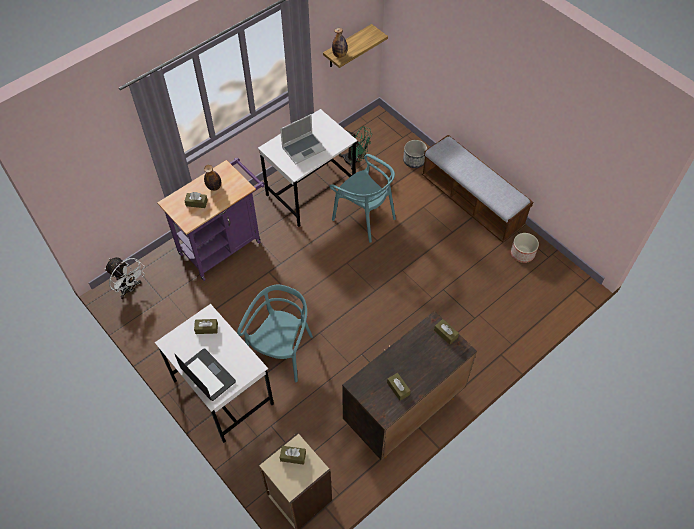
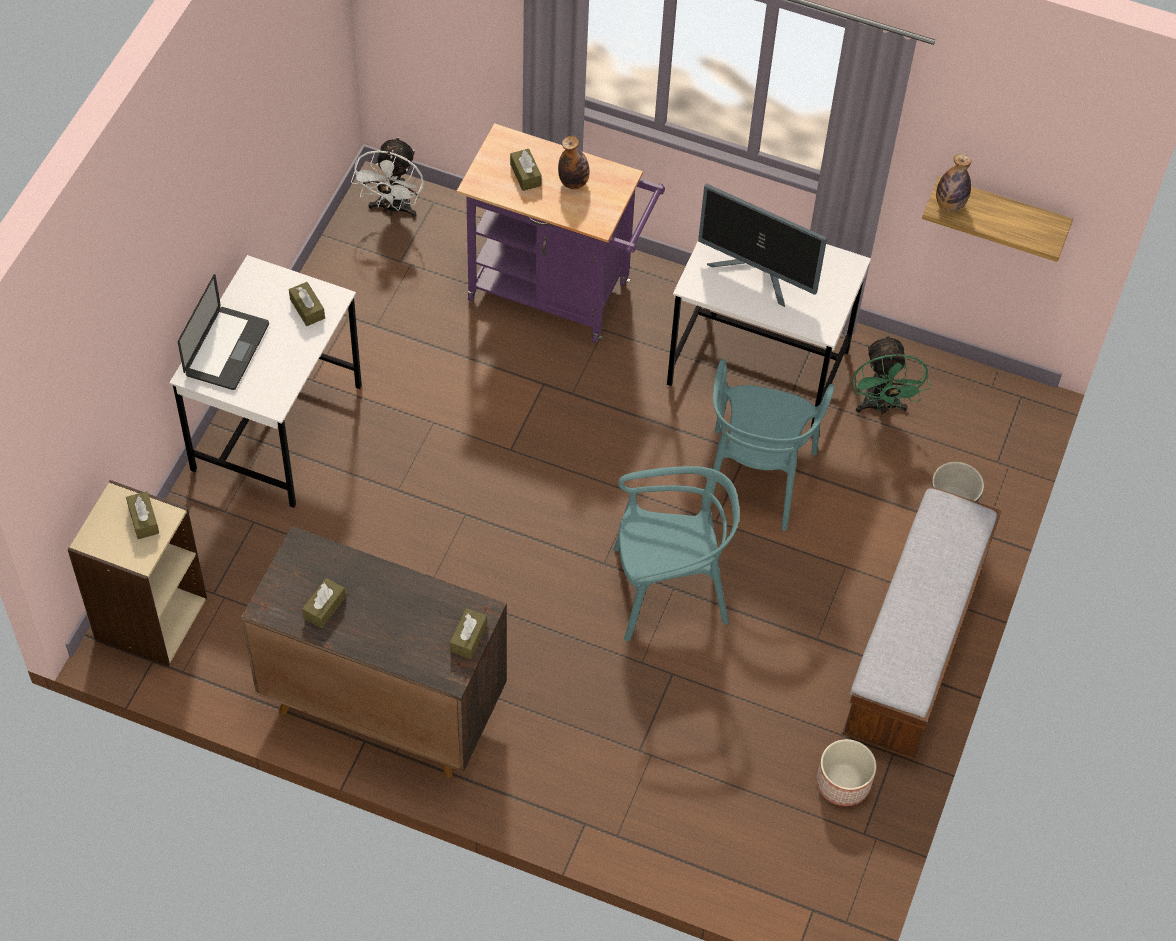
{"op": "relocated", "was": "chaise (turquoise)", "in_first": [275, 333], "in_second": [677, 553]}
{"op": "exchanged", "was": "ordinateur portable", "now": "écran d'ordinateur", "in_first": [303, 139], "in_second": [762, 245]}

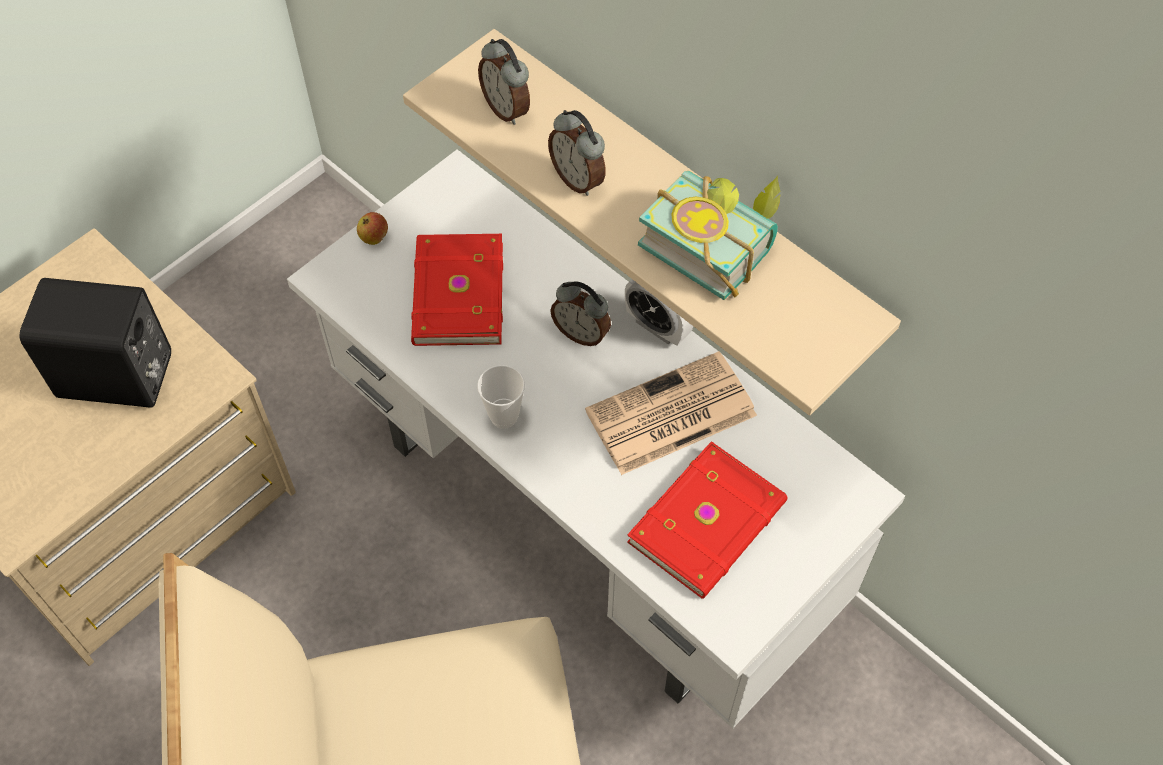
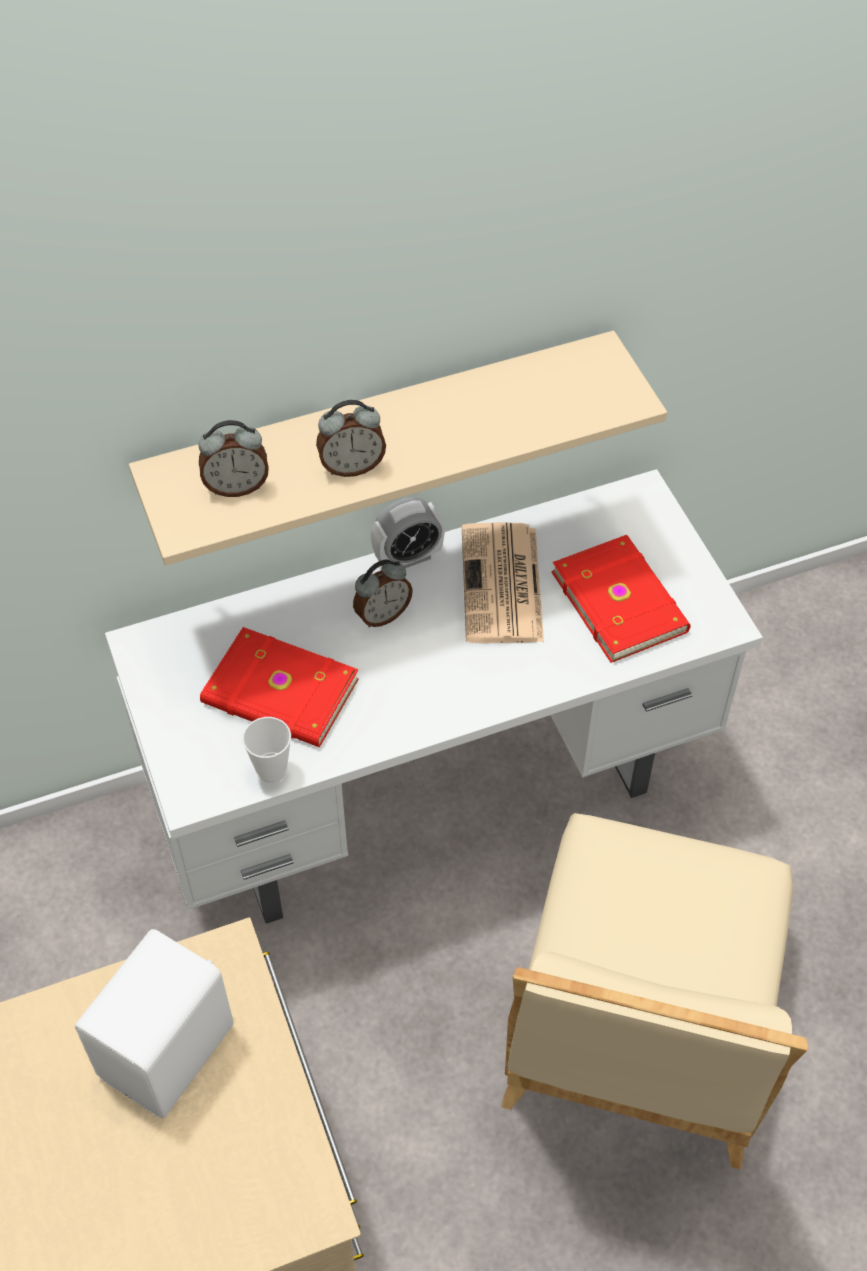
{"op": "colour", "was": "enceinte (noir)", "now": "enceinte (blanc)", "in_first": [95, 343], "in_second": [154, 1023]}
{"op": "relocated", "was": "tasse", "in_first": [501, 397], "in_second": [266, 750]}
{"op": "missing", "was": "pomme", "in_first": [372, 228]}
{"op": "missing", "was": "livre", "in_first": [709, 235]}

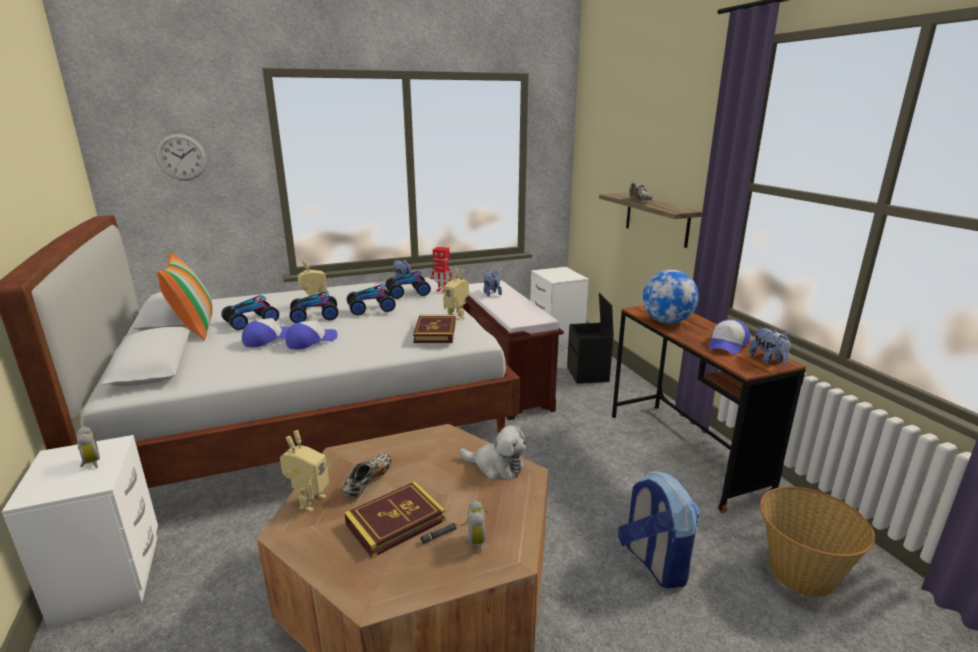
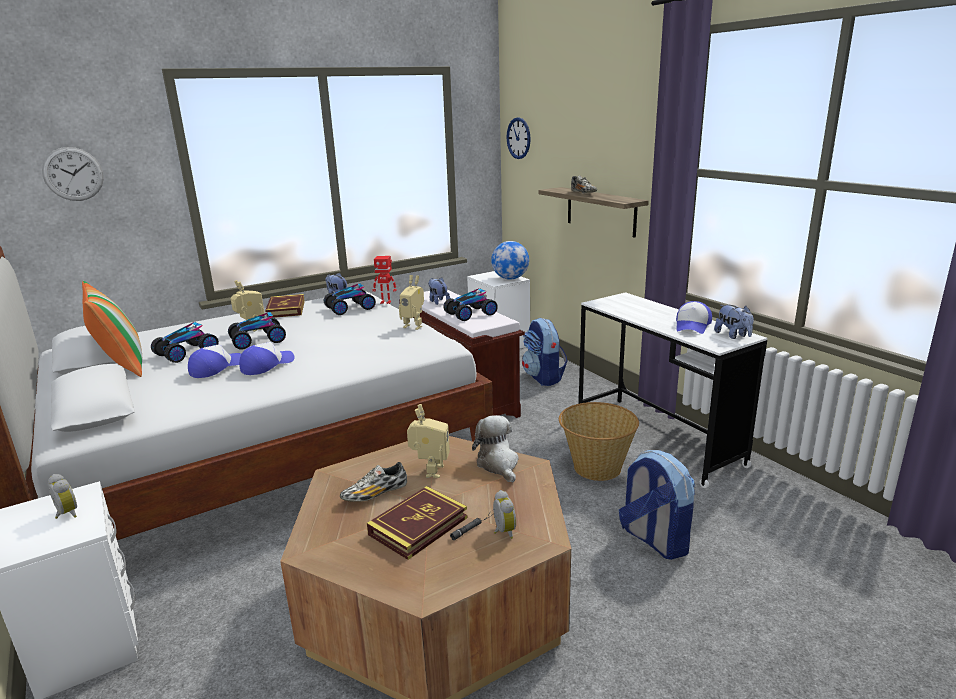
{"op": "relocated", "was": "livre", "in_first": [434, 329], "in_second": [285, 306]}
{"op": "spun", "was": "chaussure", "in_first": [367, 476], "in_second": [373, 482], "clockwise": -135}
{"op": "relocated", "was": "robot jouet", "in_first": [304, 471], "in_second": [428, 441]}
{"op": "relocated", "was": "petite voiture", "in_first": [371, 300], "in_second": [470, 305]}
{"op": "spun", "was": "peluche", "in_first": [492, 452], "in_second": [495, 449], "clockwise": -120}
{"op": "relocated", "was": "globe", "in_first": [670, 297], "in_second": [510, 260]}
{"op": "appeared", "now": "horloge murale", "in_second": [519, 138]}
{"op": "exchanged", "was": "boîte de rangement (noir)", "now": "sac à dos", "in_first": [590, 338], "in_second": [545, 352]}
{"op": "relocated", "was": "panier", "in_first": [817, 542], "in_second": [599, 441]}
{"op": "colour", "was": "bureau (marron)", "now": "bureau (blanc)", "in_first": [709, 409], "in_second": [673, 390]}

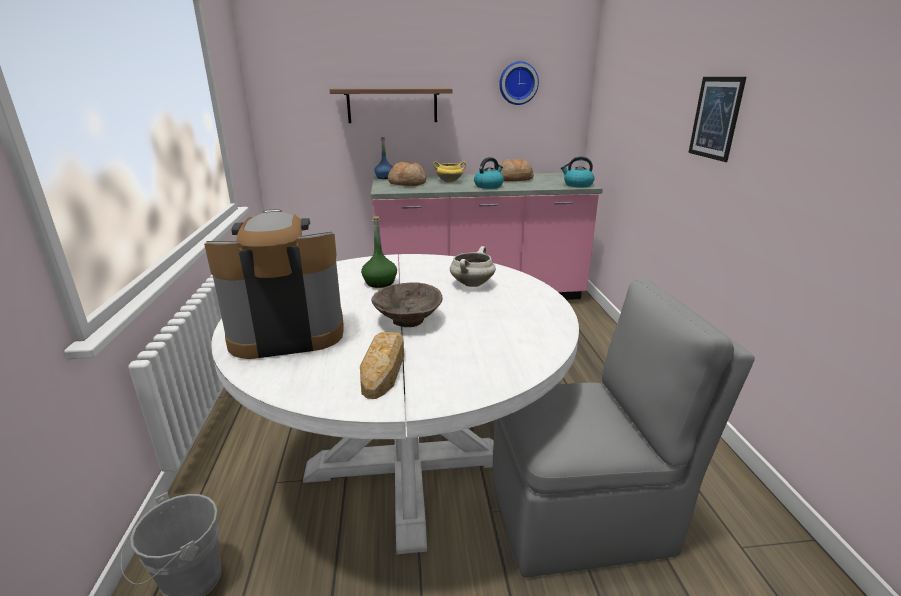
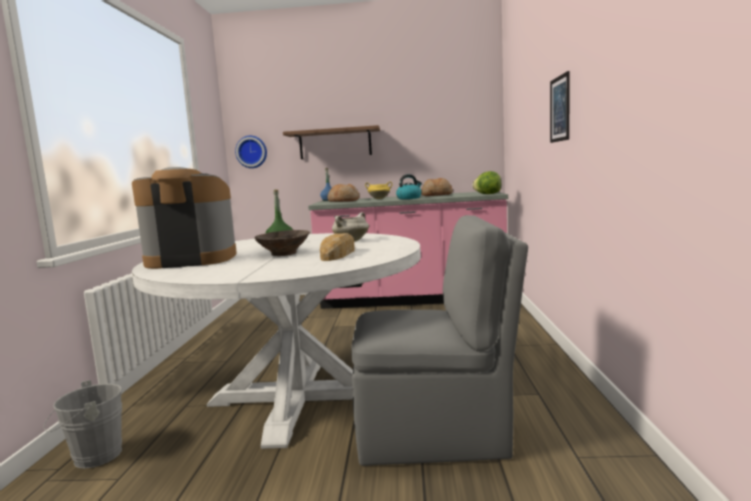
{"op": "relocated", "was": "horloge murale", "in_first": [519, 83], "in_second": [251, 152]}
{"op": "relocated", "was": "pain", "in_first": [382, 365], "in_second": [337, 247]}
{"op": "exchanged", "was": "bouilloire", "now": "laitue", "in_first": [577, 171], "in_second": [486, 182]}

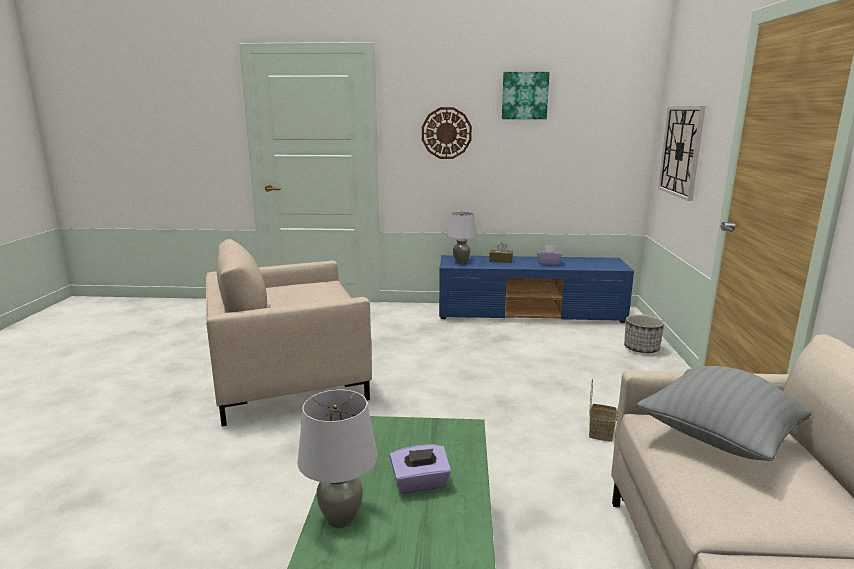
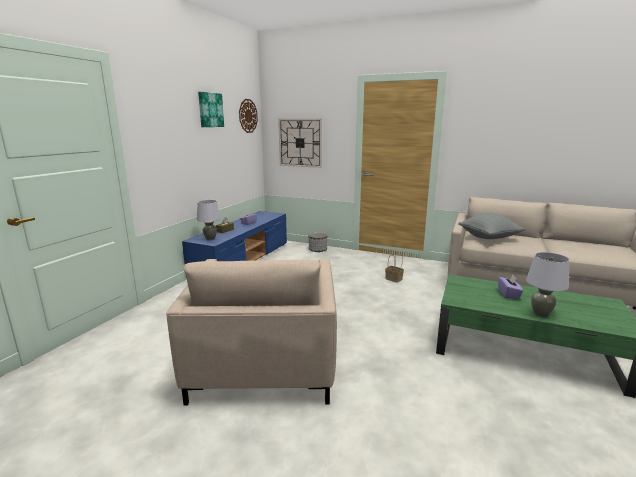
{"op": "relocated", "was": "horloge murale", "in_first": [447, 133], "in_second": [248, 116]}

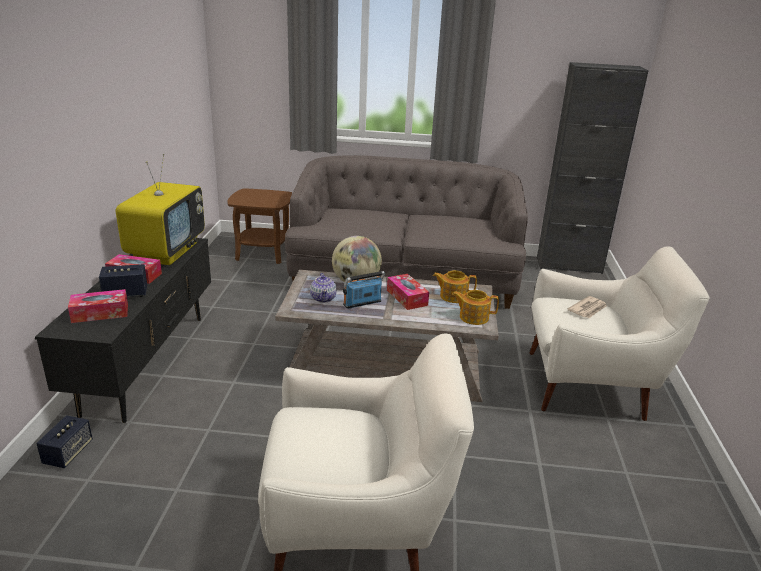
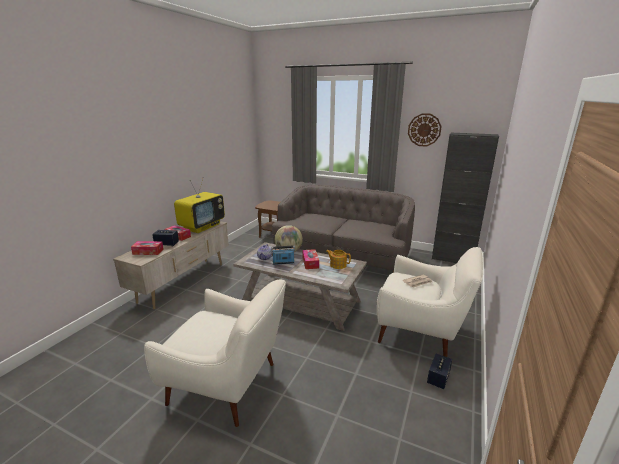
{"op": "colour", "was": "meuble télé (noir)", "now": "meuble télé (beige)", "in_first": [123, 330], "in_second": [171, 265]}
{"op": "appeared", "now": "horloge murale", "in_second": [425, 130]}
{"op": "relocated", "was": "enceinte", "in_first": [64, 441], "in_second": [439, 371]}
{"op": "missing", "was": "théière", "in_first": [475, 307]}

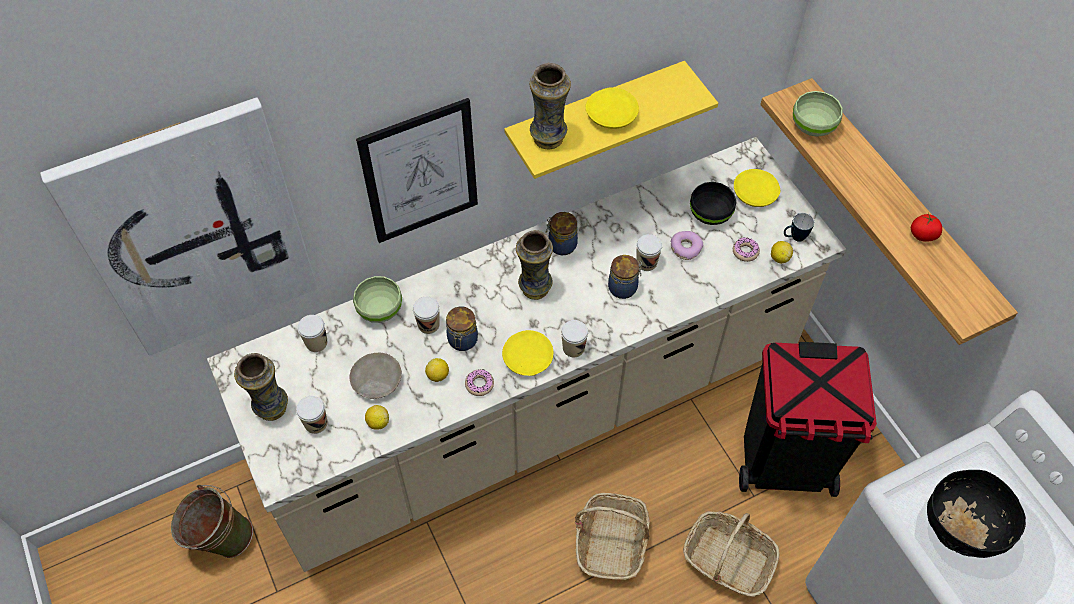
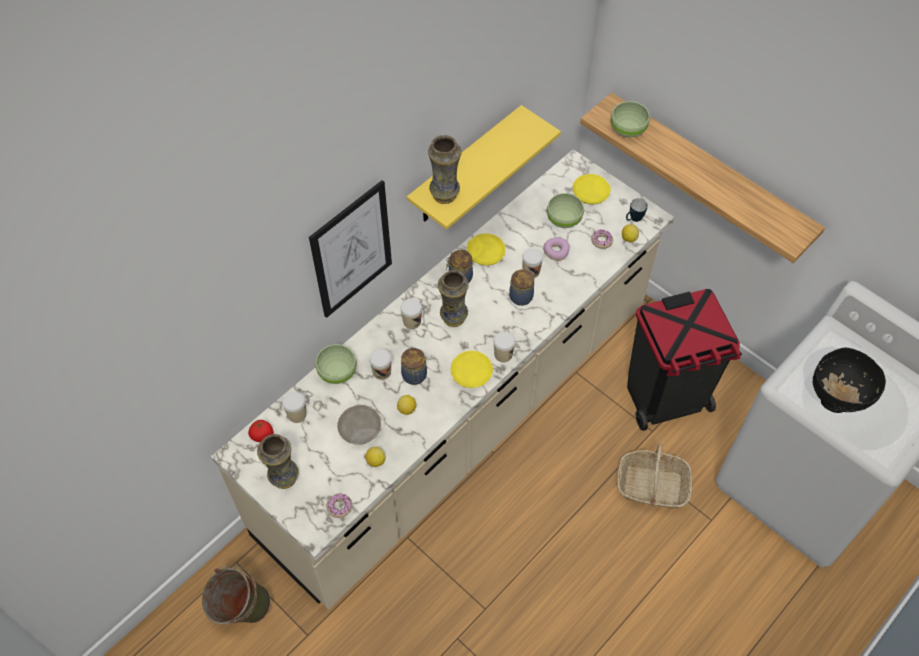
{"op": "relocated", "was": "tomate", "in_first": [926, 227], "in_second": [261, 430]}
{"op": "relocated", "was": "beignet", "in_first": [479, 382], "in_second": [339, 505]}
{"op": "relocated", "was": "tasse", "in_first": [311, 415], "in_second": [411, 314]}
{"op": "relocated", "was": "assiette (jaune)", "in_first": [612, 108], "in_second": [486, 249]}
{"op": "colour", "was": "bol (noir)", "now": "bol (vert)", "in_first": [713, 203], "in_second": [565, 210]}
{"op": "missing", "was": "tableau", "in_first": [179, 226]}
{"op": "missing", "was": "panier", "in_first": [612, 536]}

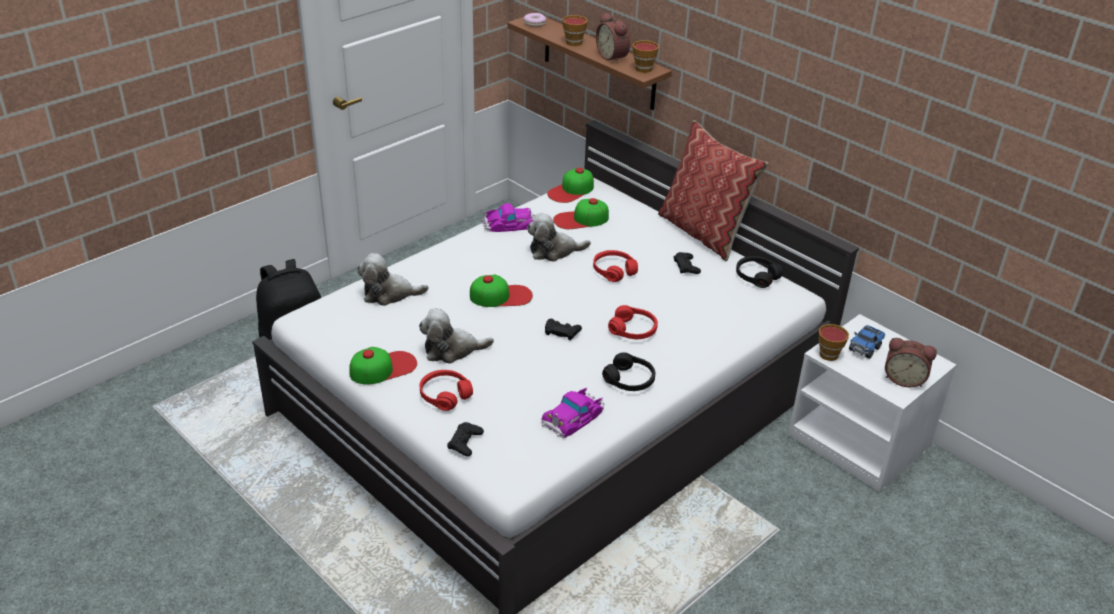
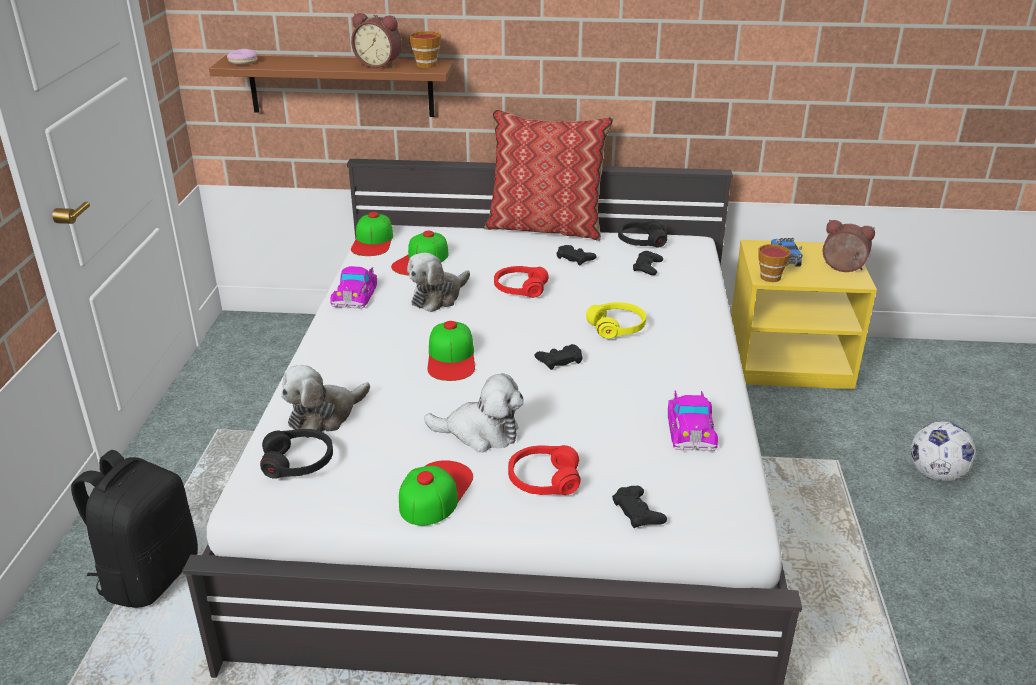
{"op": "relocated", "was": "casque audio (noir)", "in_first": [629, 371], "in_second": [296, 454]}
{"op": "spun", "was": "petite voiture", "in_first": [508, 217], "in_second": [353, 287], "clockwise": 150}
{"op": "spun", "was": "peluche", "in_first": [456, 336], "in_second": [474, 412], "clockwise": -120}
{"op": "spun", "was": "casquette", "in_first": [501, 291], "in_second": [451, 351], "clockwise": 135}
{"op": "colour", "was": "casque audio (rouge)", "now": "casque audio (jaune)", "in_first": [633, 322], "in_second": [616, 320]}
{"op": "appeared", "now": "manette (noir)", "in_second": [648, 263]}
{"op": "colour", "was": "table de chevet (blanc)", "now": "table de chevet (jaune)", "in_first": [872, 403], "in_second": [804, 315]}
{"op": "spun", "was": "réveil", "in_first": [911, 362], "in_second": [849, 246], "clockwise": -135}
{"op": "appeared", "now": "ballon de foot", "in_second": [943, 452]}
{"op": "missing", "was": "tasse", "in_first": [575, 30]}

